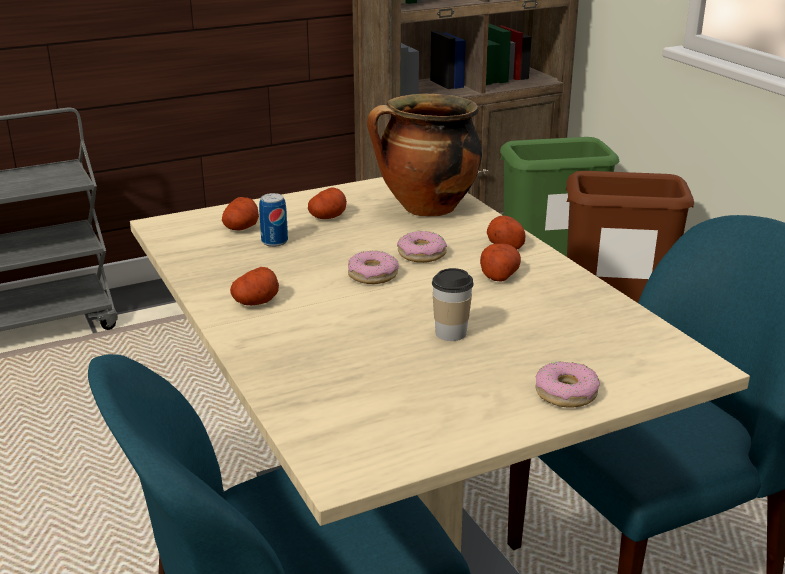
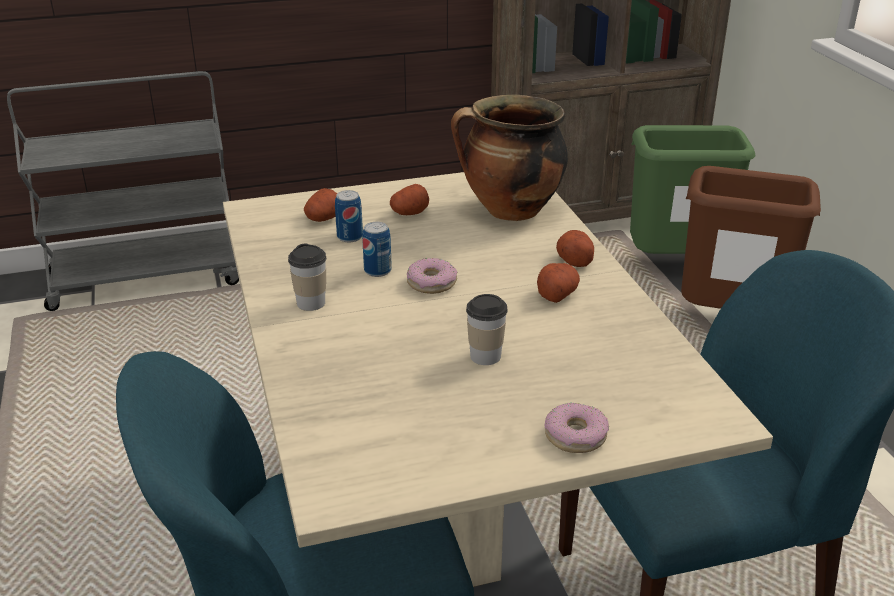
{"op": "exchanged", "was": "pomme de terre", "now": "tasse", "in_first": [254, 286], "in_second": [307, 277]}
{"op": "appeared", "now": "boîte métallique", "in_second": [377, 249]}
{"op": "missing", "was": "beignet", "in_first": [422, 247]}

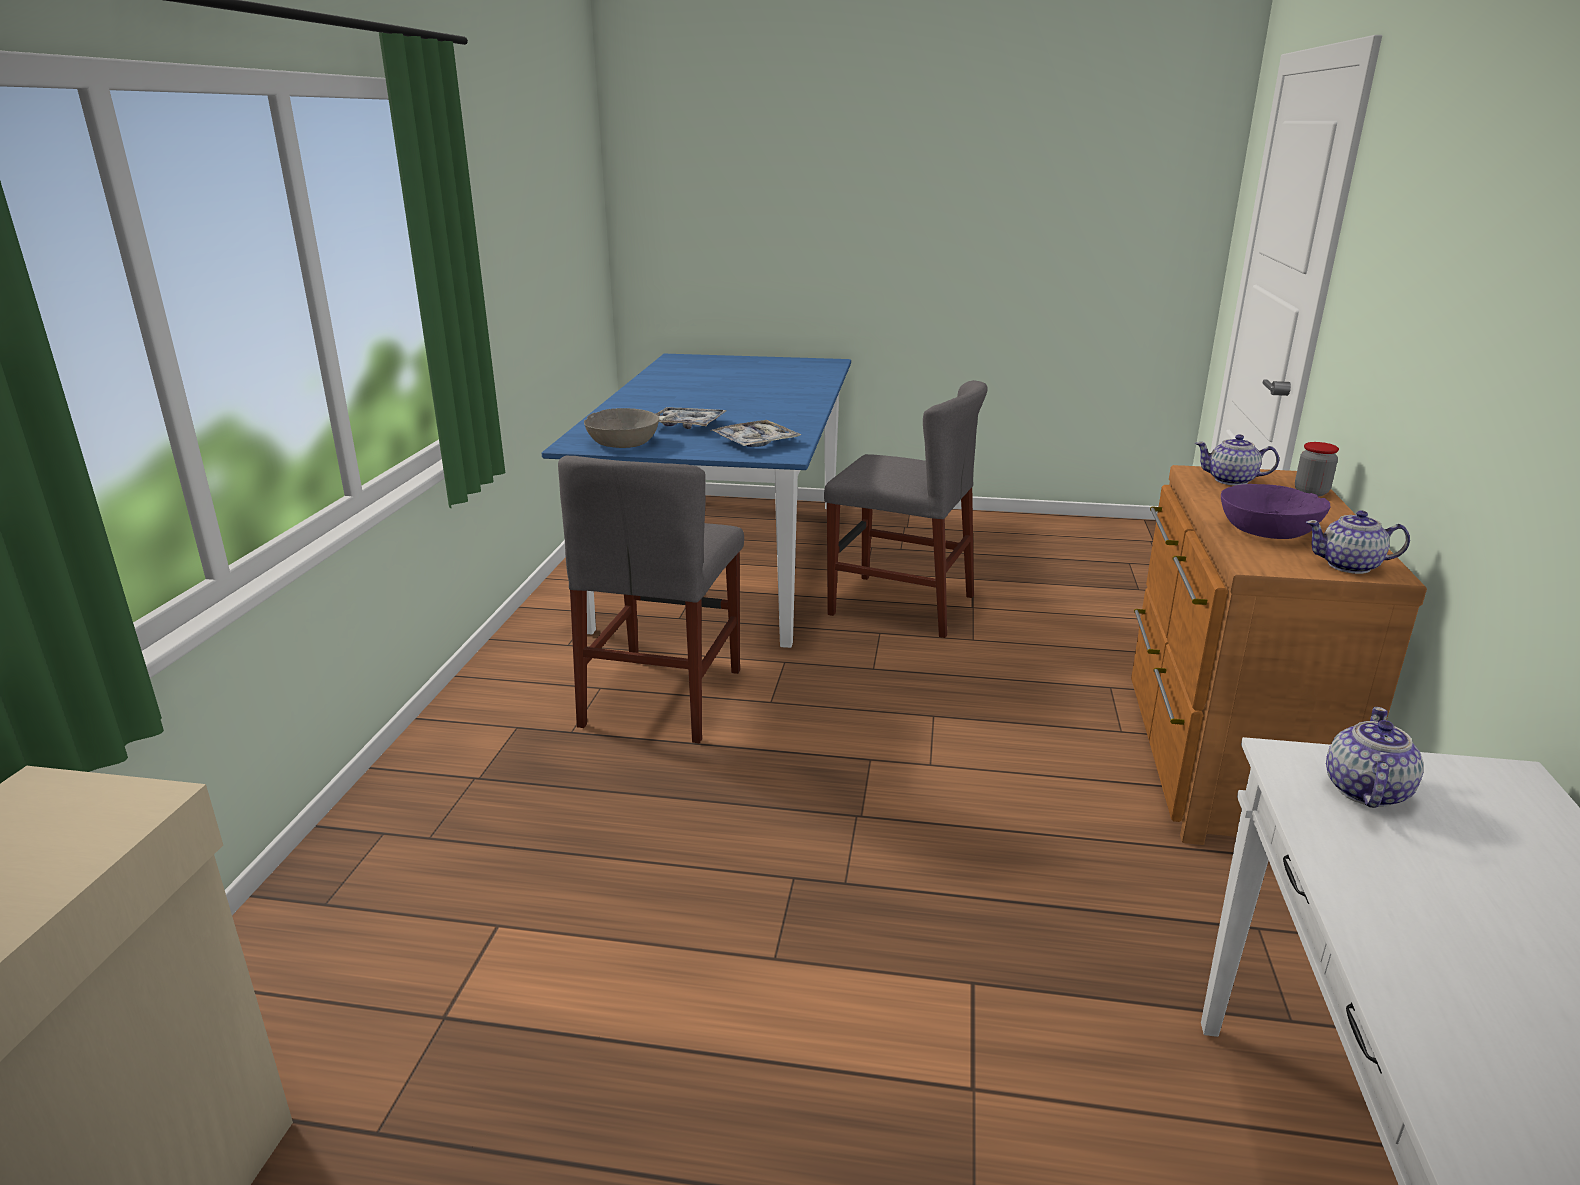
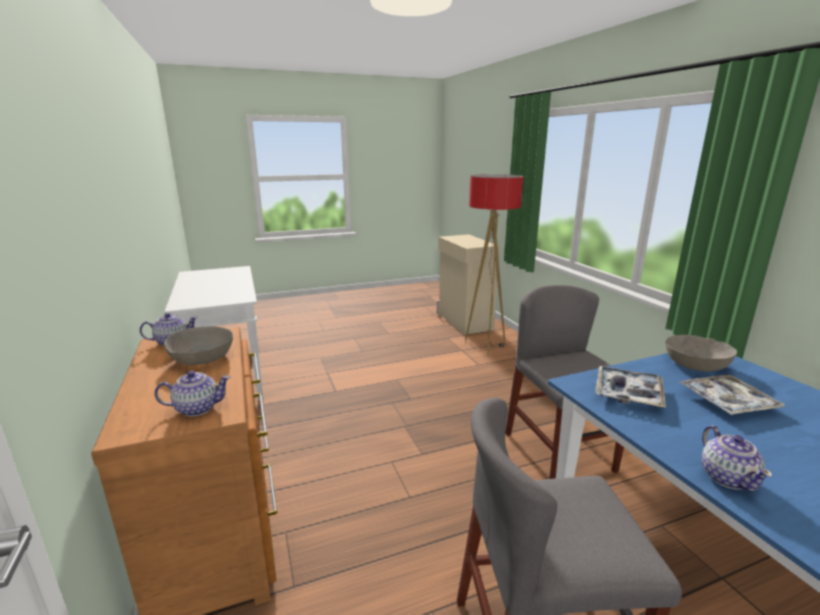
{"op": "colour", "was": "bol (violet)", "now": "bol (gris)", "in_first": [1276, 511], "in_second": [198, 345]}
{"op": "appeared", "now": "lampadaire", "in_second": [494, 265]}
{"op": "relocated", "was": "théière", "in_first": [1375, 757], "in_second": [737, 458]}
{"op": "missing", "was": "bocal", "in_first": [1317, 469]}

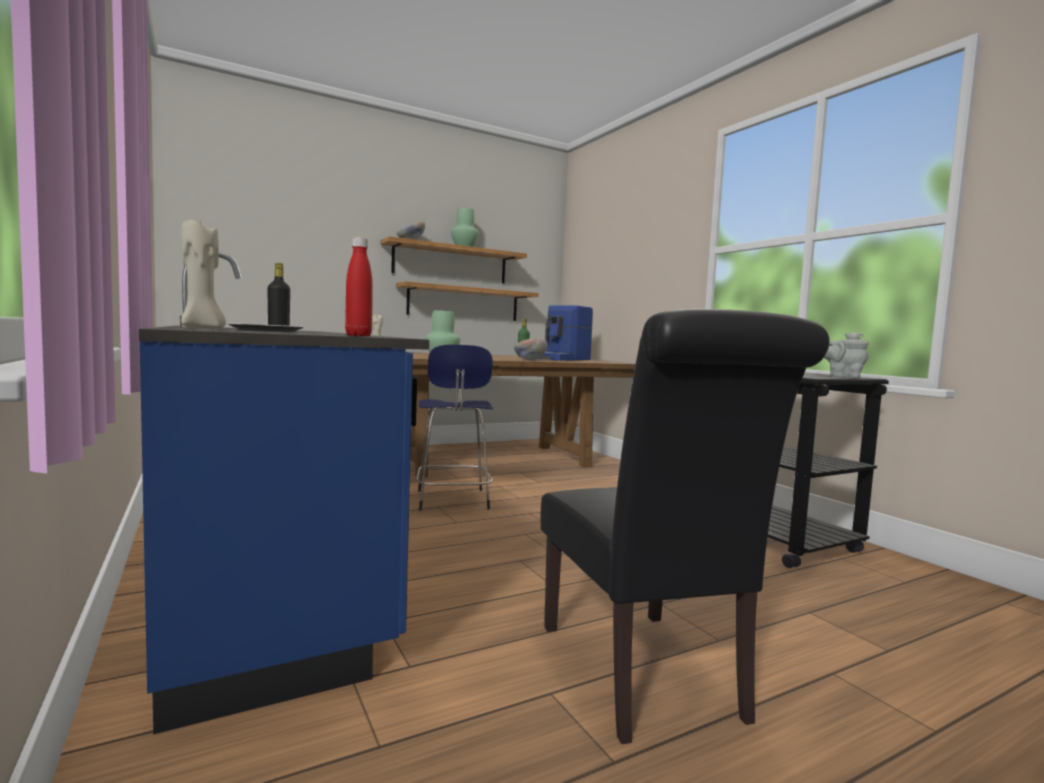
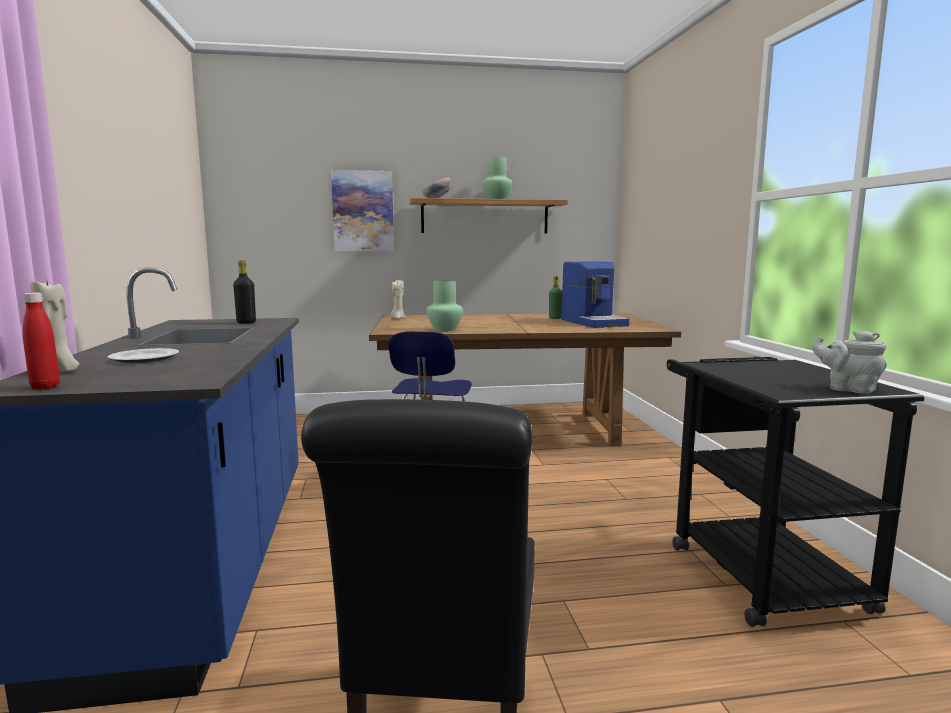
{"op": "relocated", "was": "bouteille (rouge)", "in_first": [359, 286], "in_second": [41, 341]}
{"op": "appeared", "now": "tableau", "in_second": [362, 210]}
{"op": "spun", "was": "machine à café", "in_first": [565, 333], "in_second": [595, 294], "clockwise": -75}
{"op": "missing", "was": "étagère", "in_first": [467, 301]}
{"op": "missing", "was": "bol", "in_first": [531, 349]}

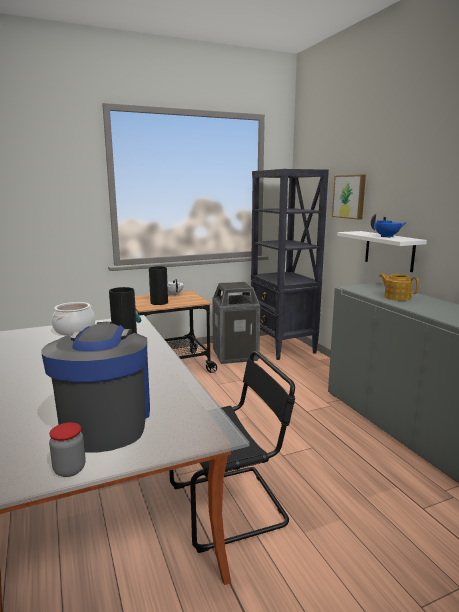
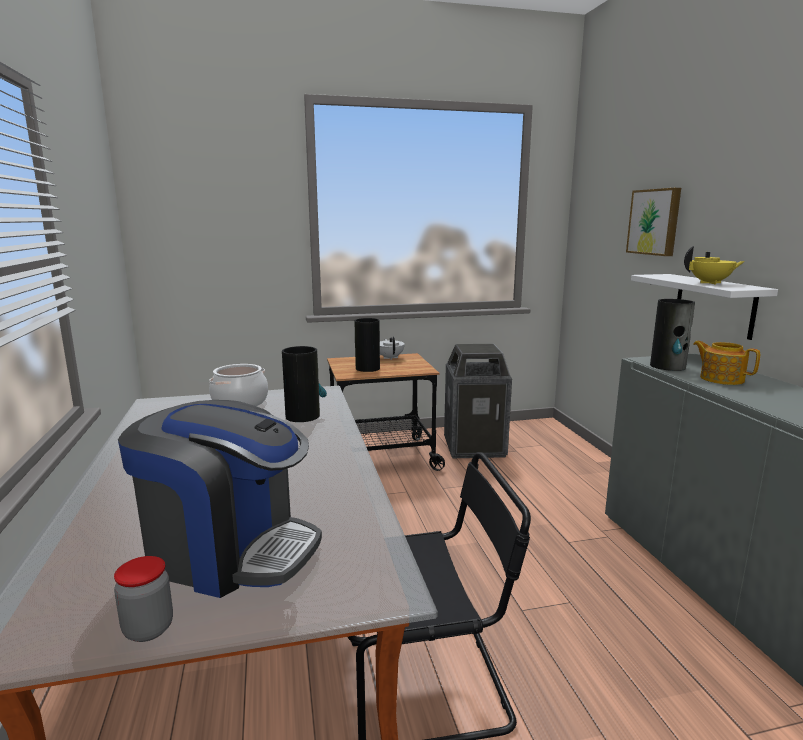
{"op": "spun", "was": "machine à café", "in_first": [95, 387], "in_second": [220, 499], "clockwise": 105}
{"op": "appeared", "now": "vase", "in_second": [672, 335]}
{"op": "colour", "was": "théière (bleu)", "now": "théière (jaune)", "in_first": [388, 225], "in_second": [714, 265]}
{"op": "missing", "was": "bibliothèque (noir)", "in_first": [290, 264]}

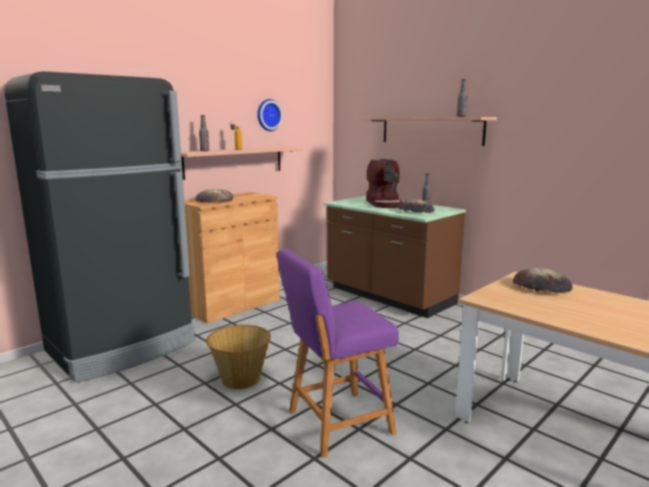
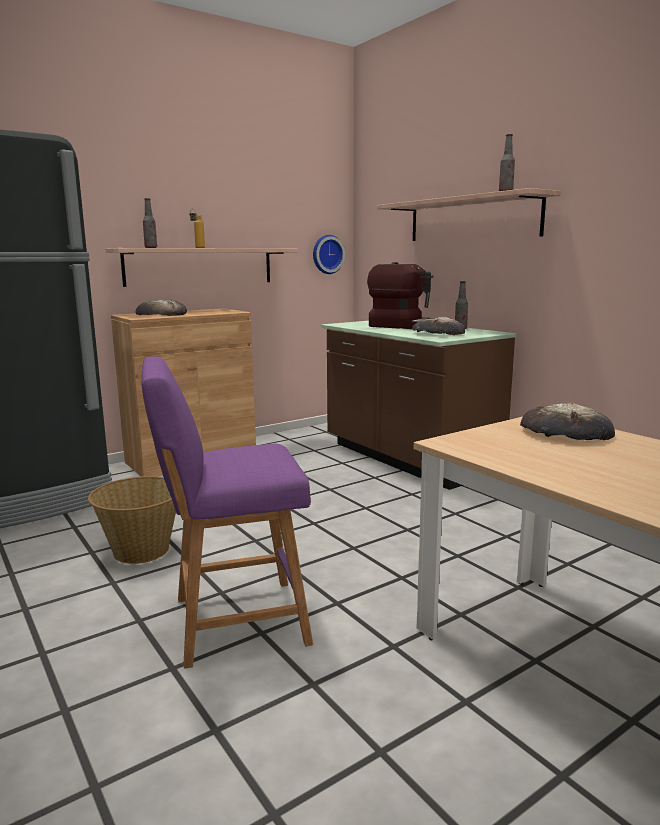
{"op": "relocated", "was": "horloge murale", "in_first": [270, 115], "in_second": [329, 254]}
{"op": "spun", "was": "machine à café", "in_first": [384, 183], "in_second": [400, 295], "clockwise": -60}

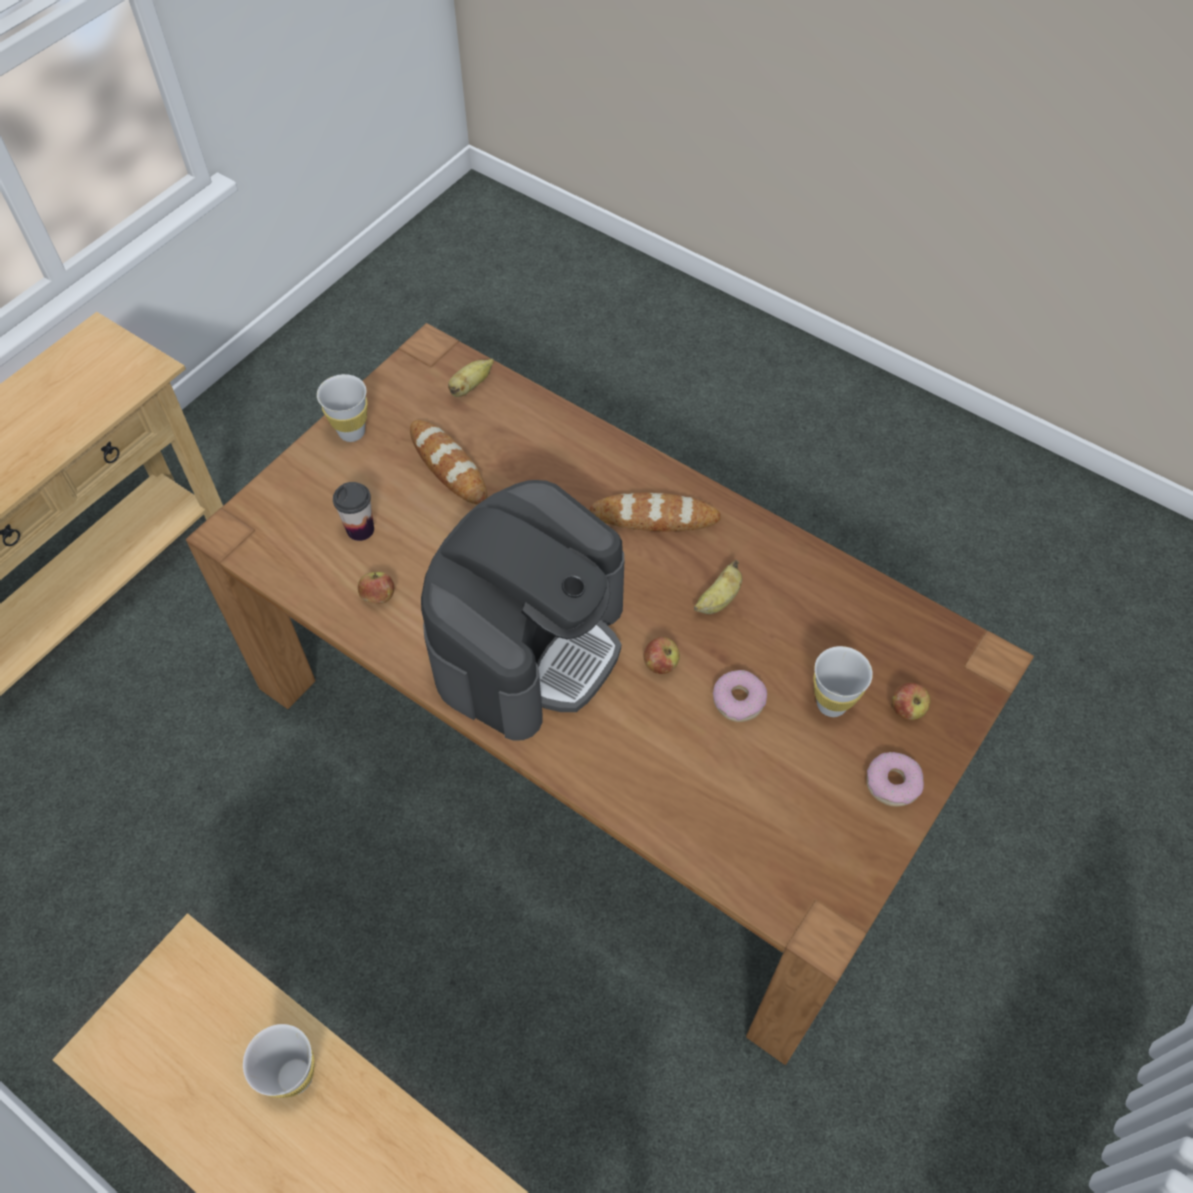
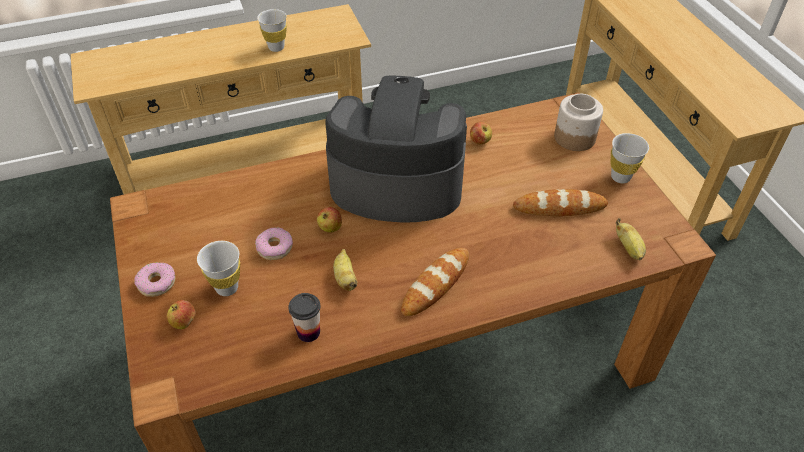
{"op": "relocated", "was": "tasse", "in_first": [353, 511], "in_second": [305, 317]}
{"op": "spun", "was": "machine à café", "in_first": [522, 610], "in_second": [396, 149], "clockwise": 120}
{"op": "appeared", "now": "bocal", "in_second": [578, 122]}

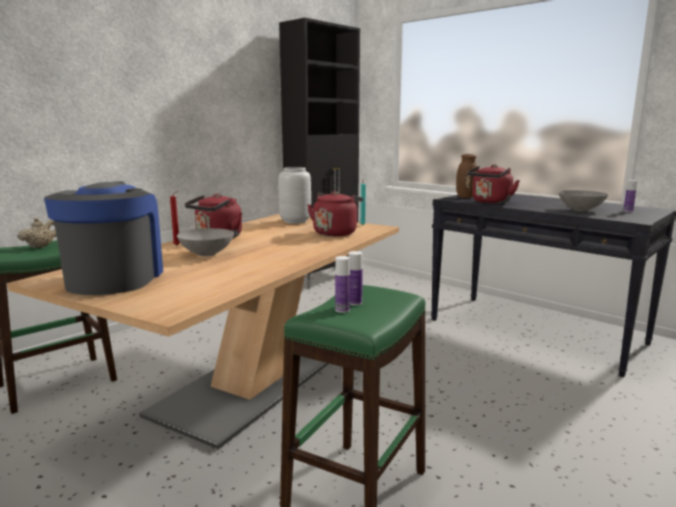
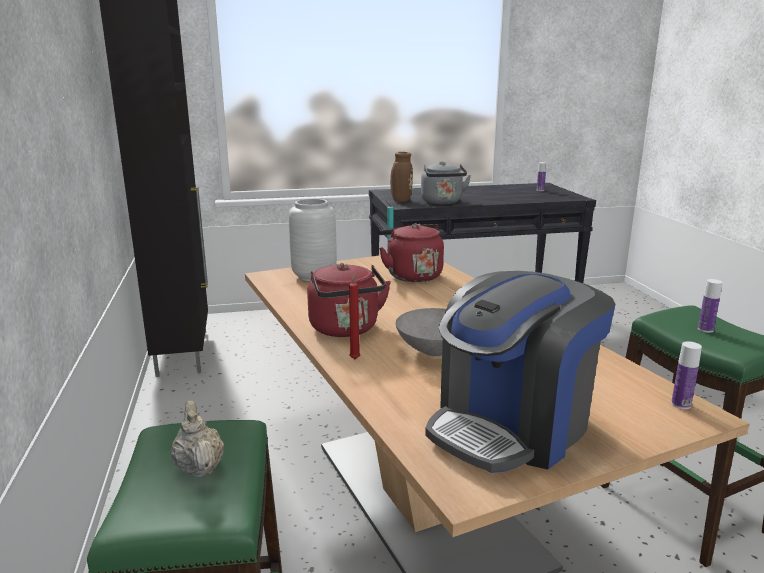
{"op": "colour", "was": "bouilloire (rouge)", "now": "bouilloire (gris)", "in_first": [493, 184], "in_second": [446, 182]}
{"op": "spun", "was": "machine à café", "in_first": [103, 238], "in_second": [520, 372], "clockwise": -75}
{"op": "relocated", "was": "bouteille", "in_first": [343, 284], "in_second": [686, 375]}
{"op": "missing", "was": "bol (gris)", "in_first": [583, 200]}

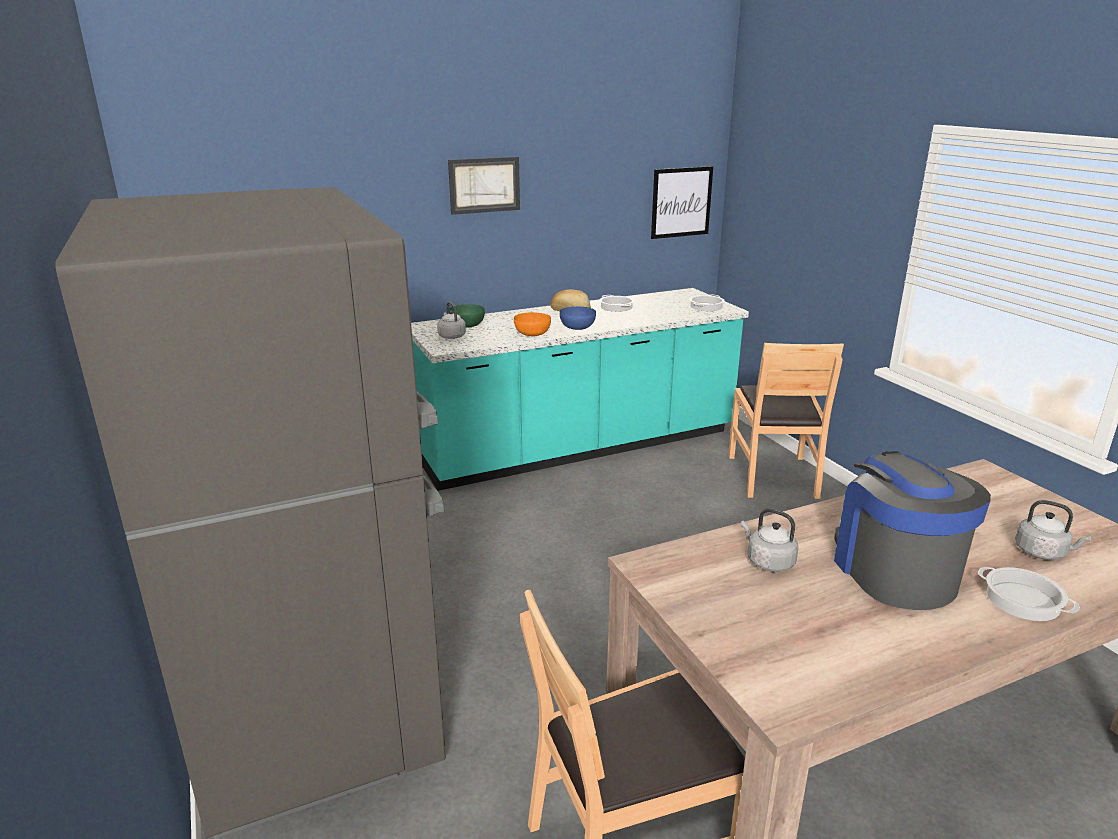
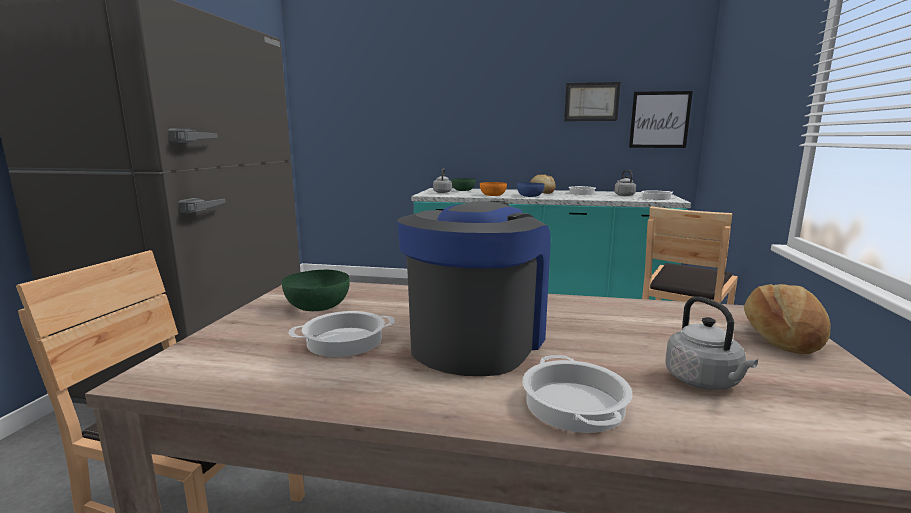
{"op": "appeared", "now": "bol (vert)", "in_second": [316, 290]}
{"op": "appeared", "now": "marmite", "in_second": [342, 334]}
{"op": "relocated", "was": "tableau", "in_first": [484, 186], "in_second": [592, 101]}
{"op": "relocated", "was": "bouilloire (gris)", "in_first": [769, 540], "in_second": [625, 183]}
{"op": "appeared", "now": "pain", "in_second": [787, 319]}

